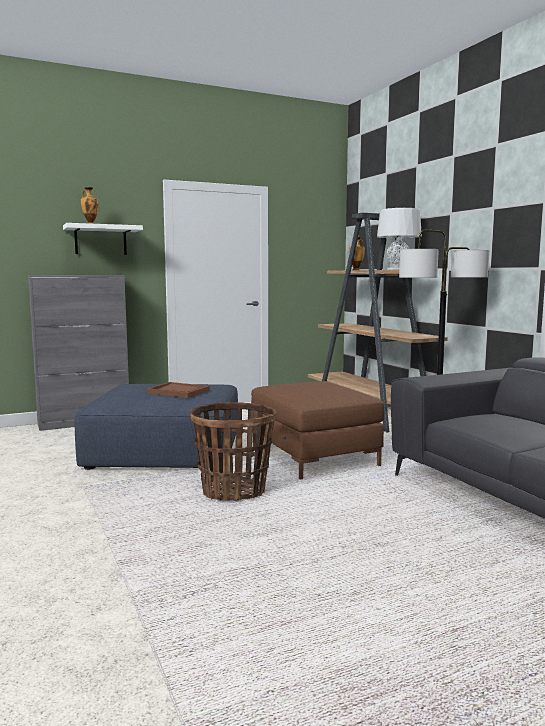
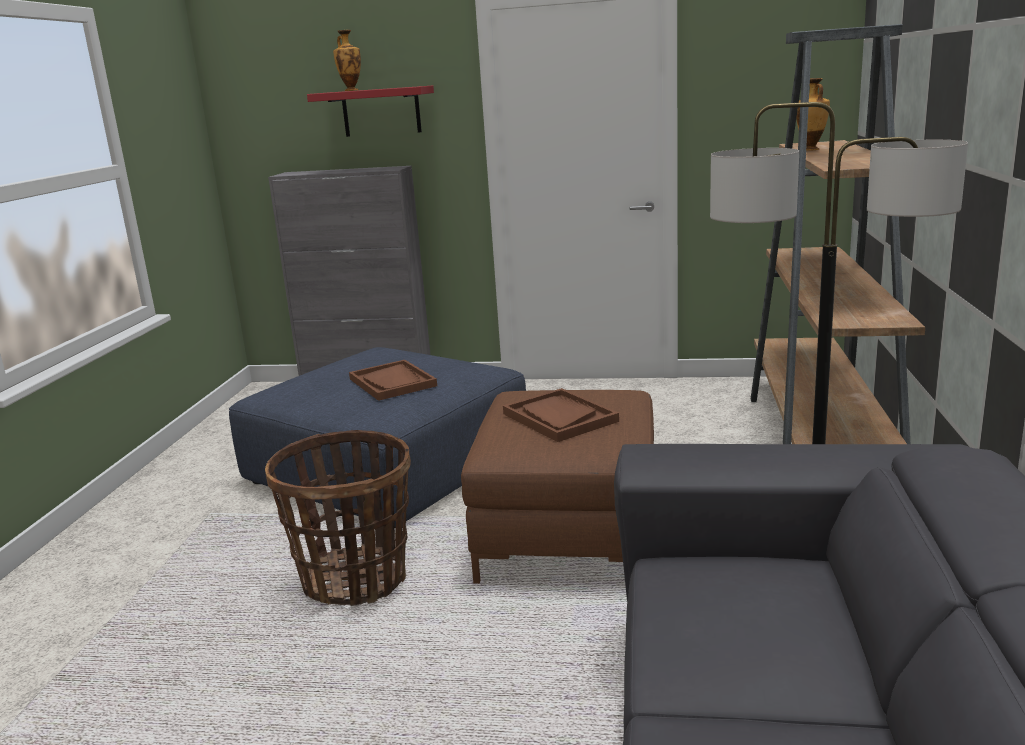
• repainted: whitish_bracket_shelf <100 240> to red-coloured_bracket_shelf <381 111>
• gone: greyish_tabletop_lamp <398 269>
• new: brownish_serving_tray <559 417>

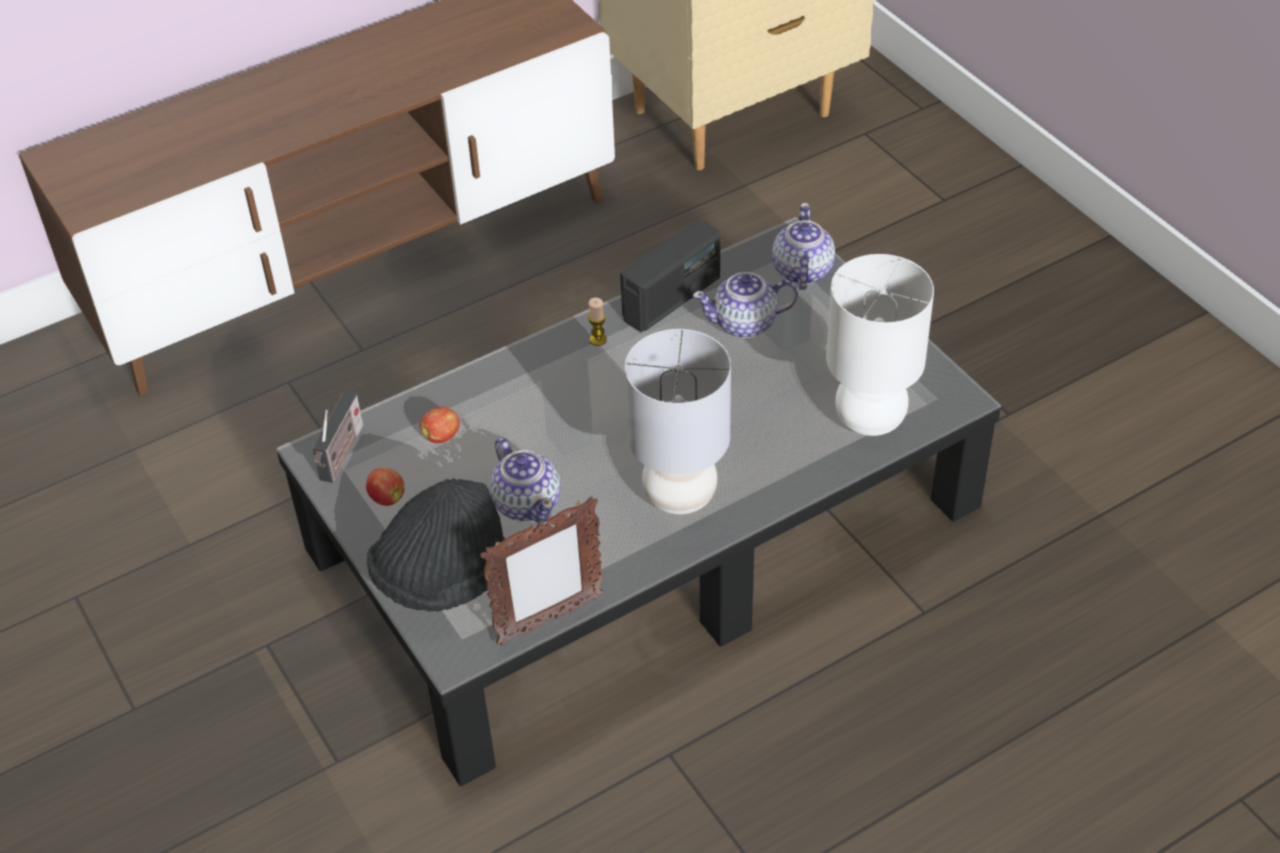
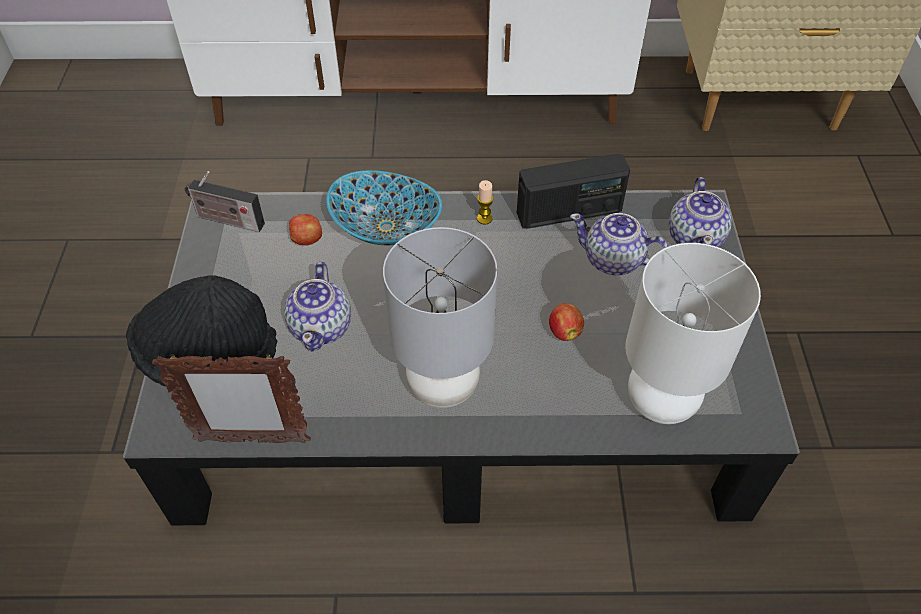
• rotated: radio_set <341 456> = <227 220> 60 degrees clockwise
• shifted: apple <386 497> to <564 331>
• rotated: teapot <801 271> = <695 237> 150 degrees clockwise
• new: bowl <386 226>

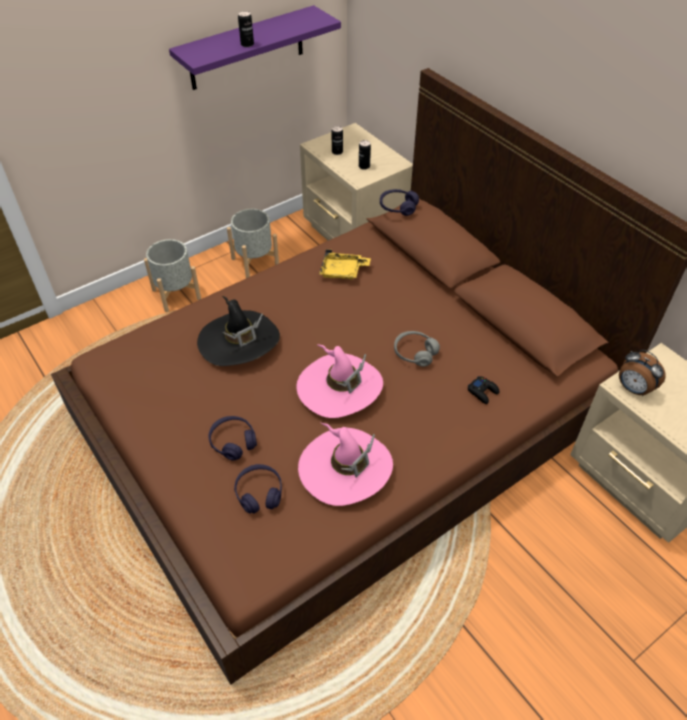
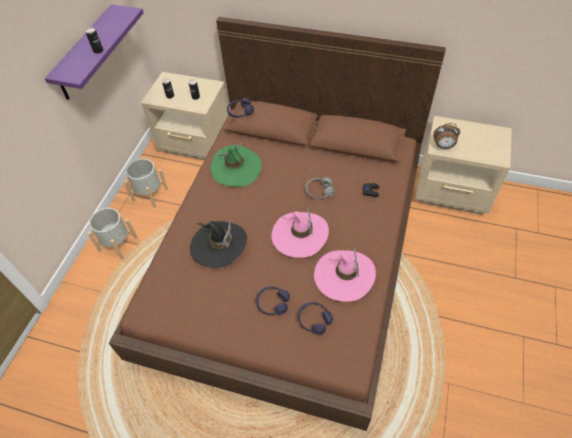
• swapped: yellow_serving_tray <342 271> to green_wearable_hat <236 168>

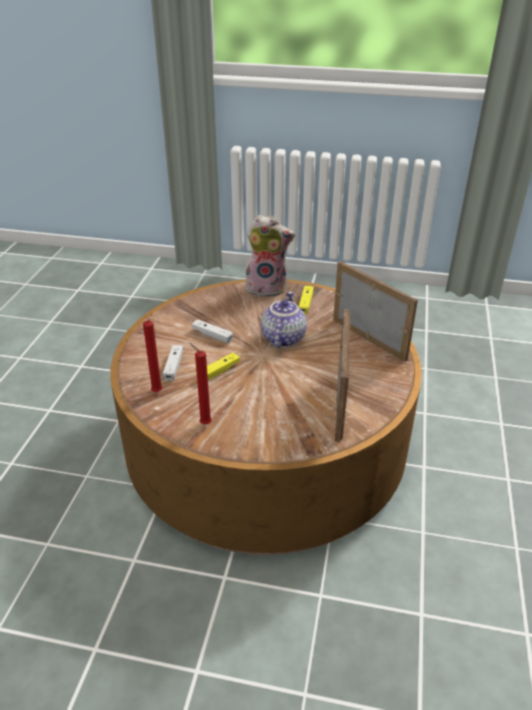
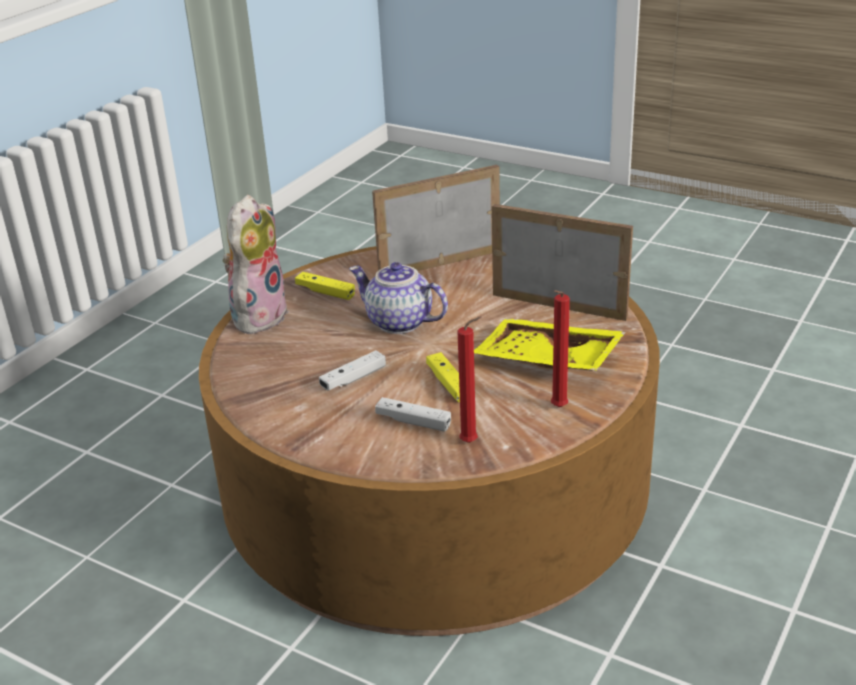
• new: yellow_serving_tray <546 361>

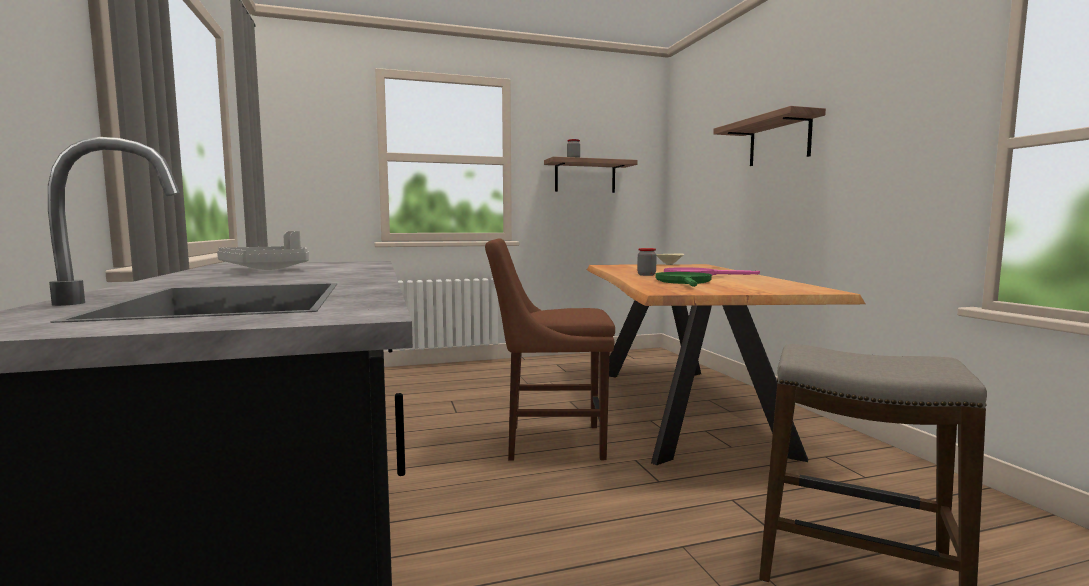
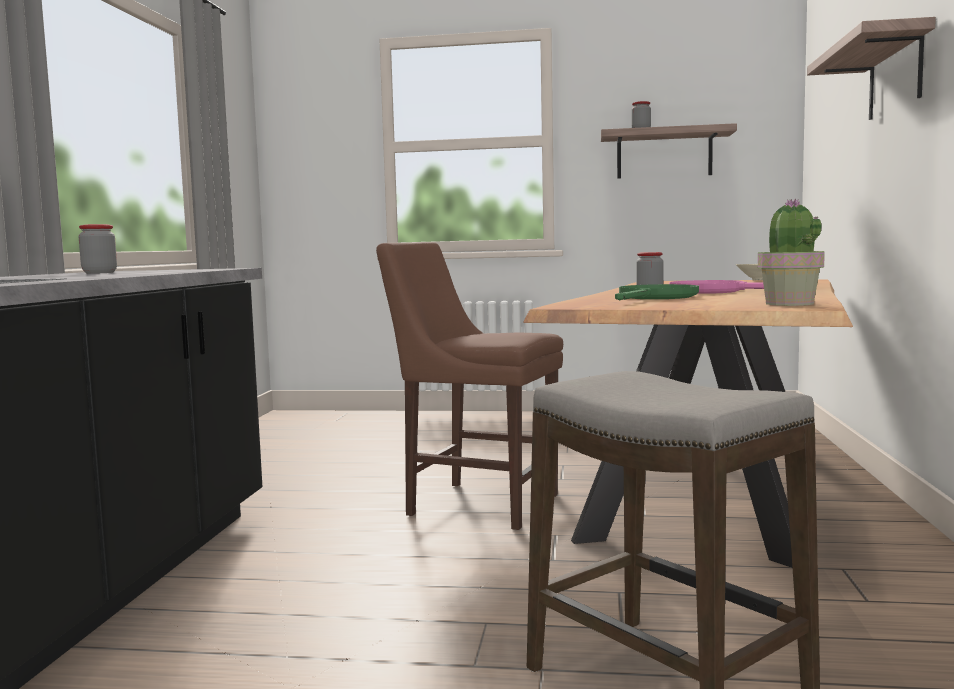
• swapped: greyish_serving_tray <268 269> to preserve_jar <99 273>
• new: potted_plant <789 304>

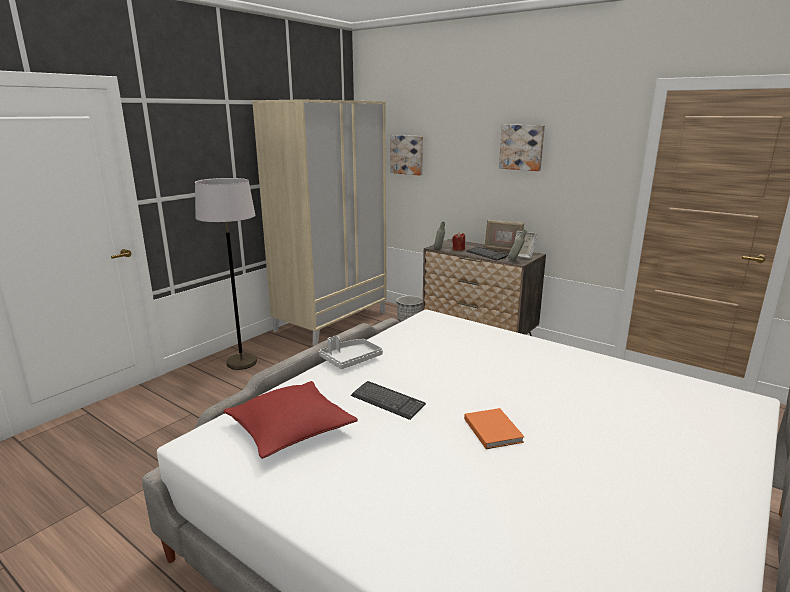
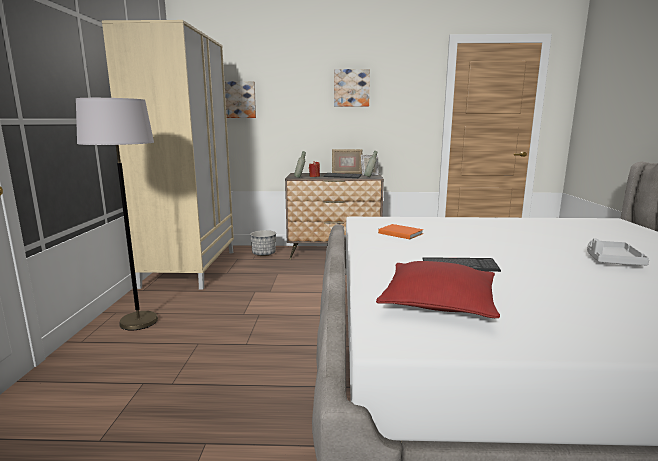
• shifted: greyish_serving_tray <350 360> to <611 260>
• shifted: orange_book <493 429> to <400 233>

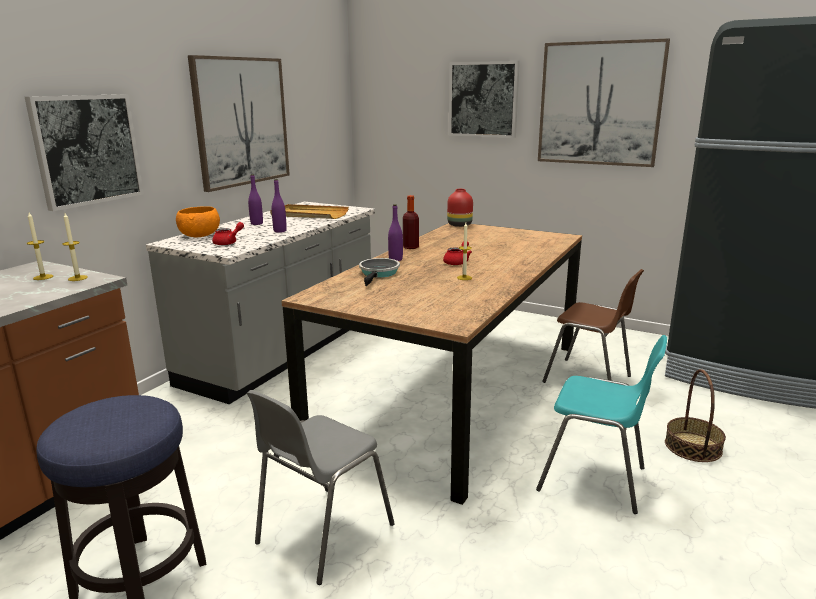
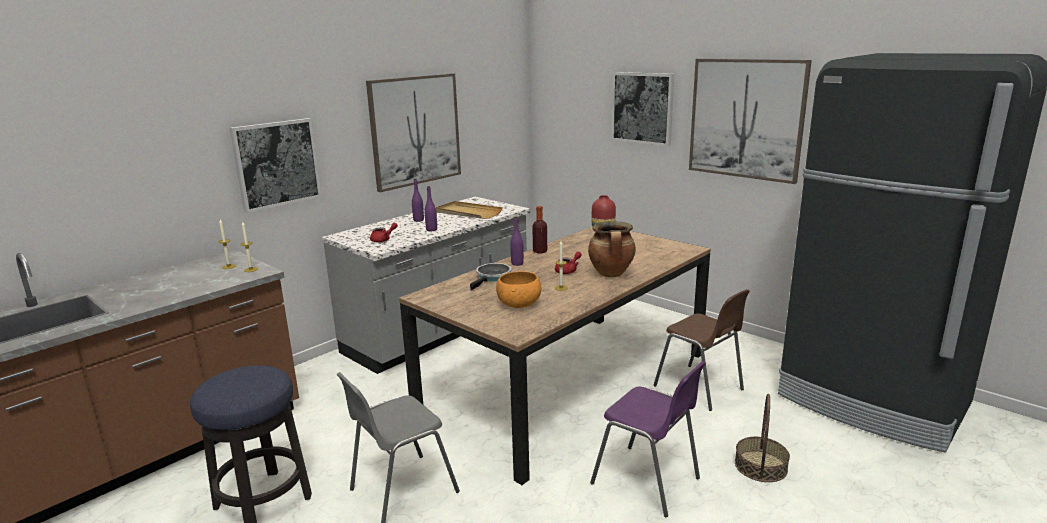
• shifted: orange_bowl <200 235> to <519 304>
• repainted: turquoise-coloured_chair <595 479> to purple-coloured_chair <648 482>
• new: stockpot <611 274>

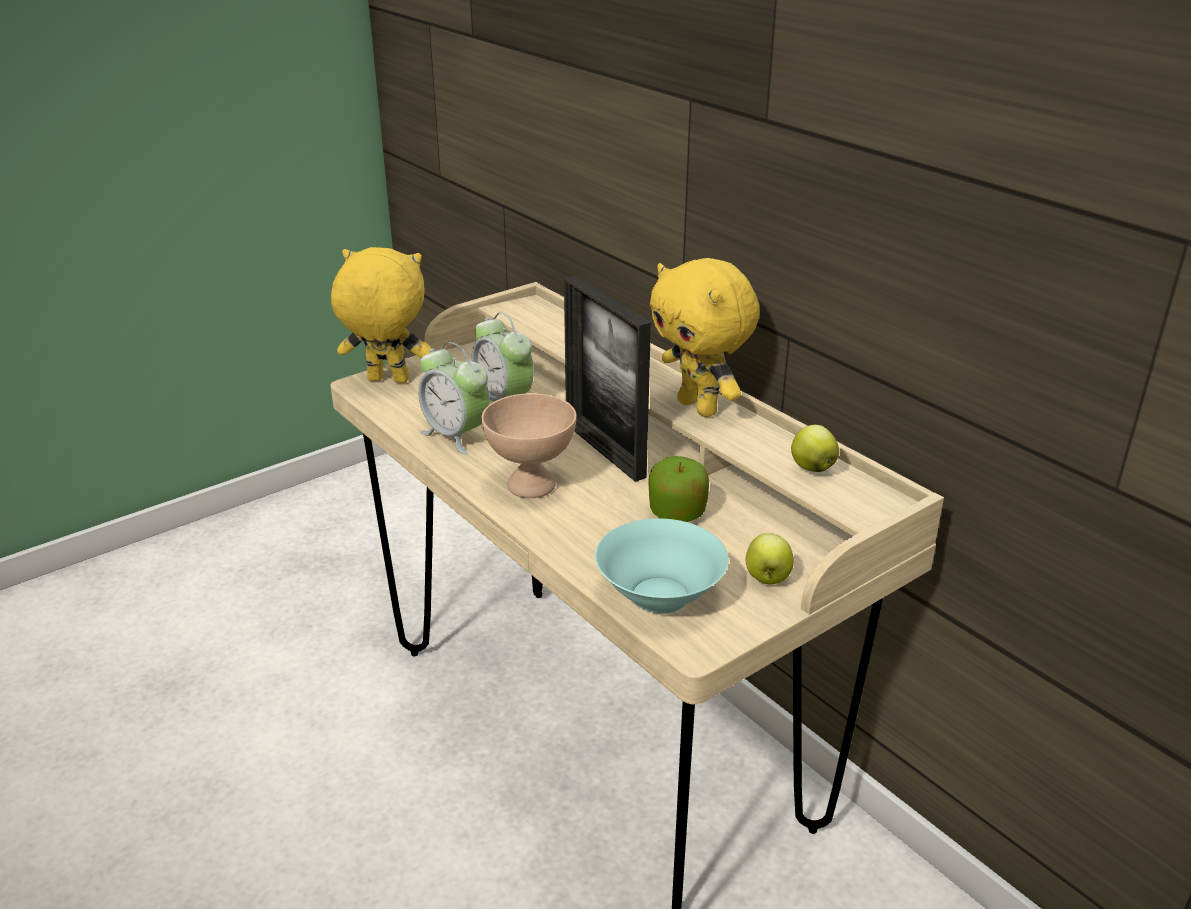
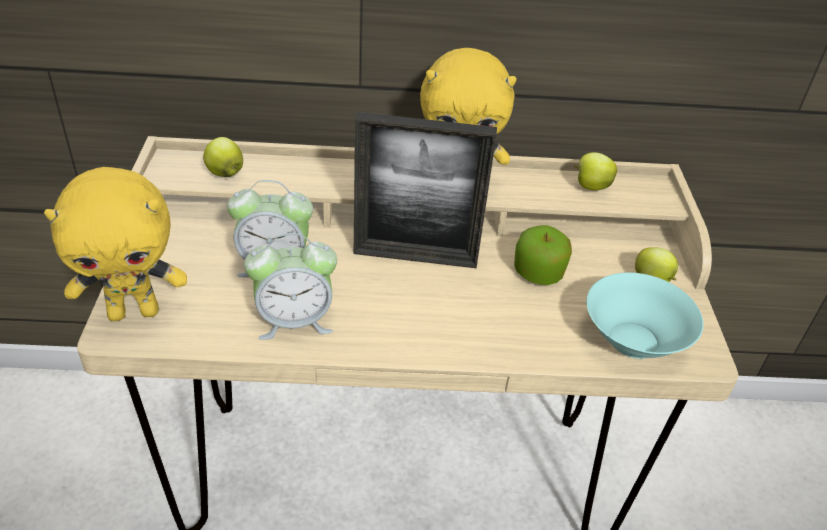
• rotated: yellow_soft_toy <387 381> = <134 311> 150 degrees counterclockwise
• gone: beige_bowl <529 485>
• new: apple <224 173>

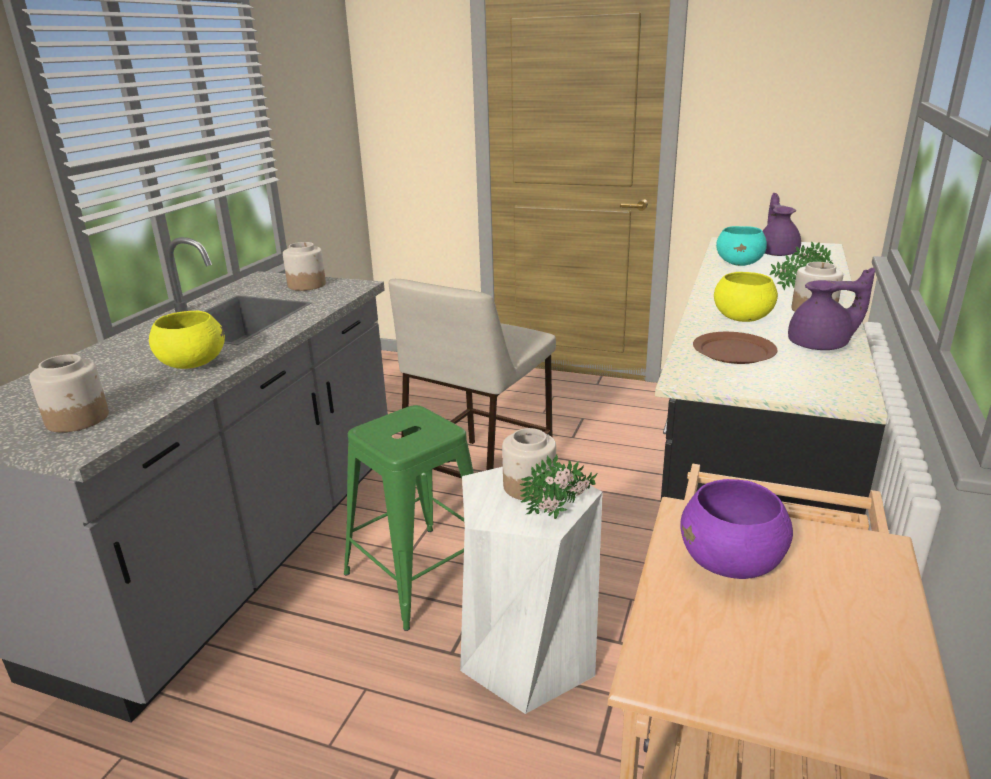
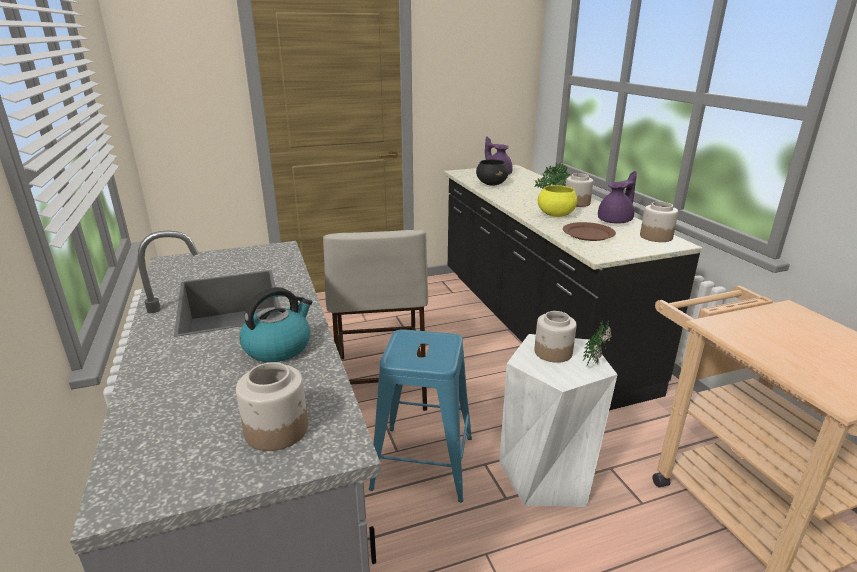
• swapped: yellow_bowl <192 364> to water_kettle <278 347>
• shifted: preserve_jar <307 285> to <655 237>
• repainted: green_stool_seat <419 576> to blue_stool_seat <423 463>
• gone: purple-coloured_bowl <731 563>
• repainted: turquoise-coloured_bowl <739 263> to blackish_bowl <491 184>

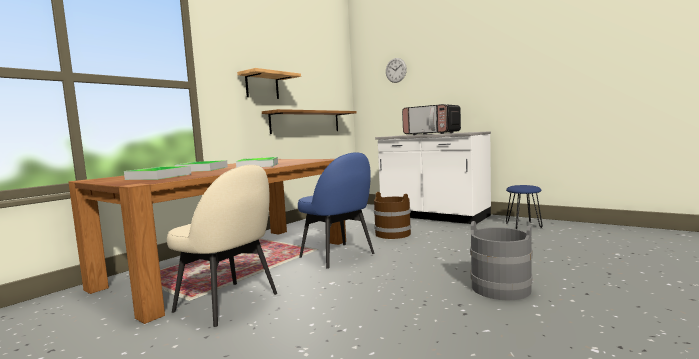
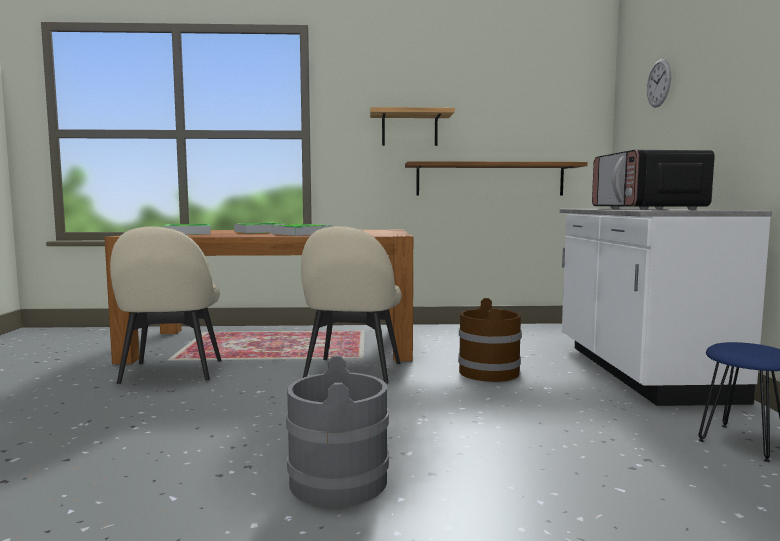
• repainted: blue_chair <338 256> to beige_chair <352 371>

